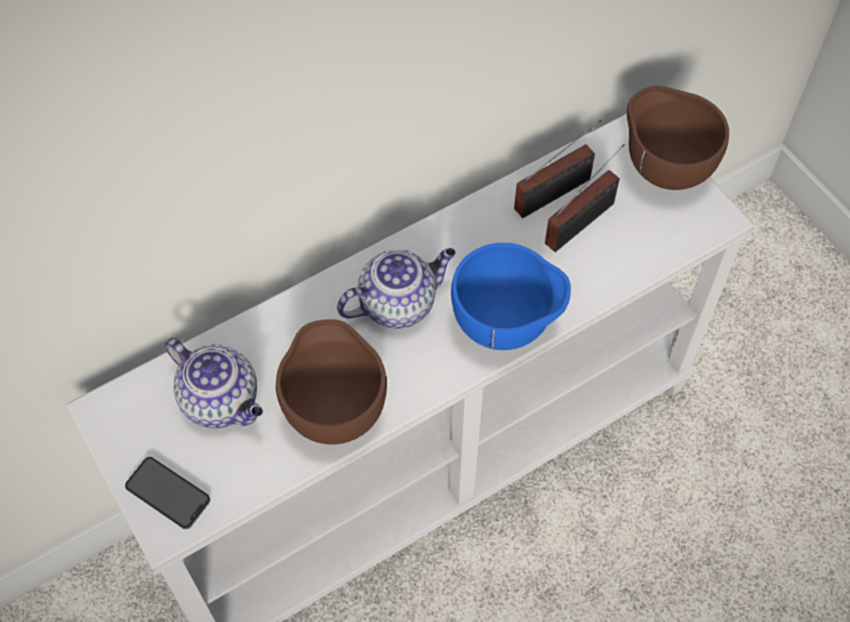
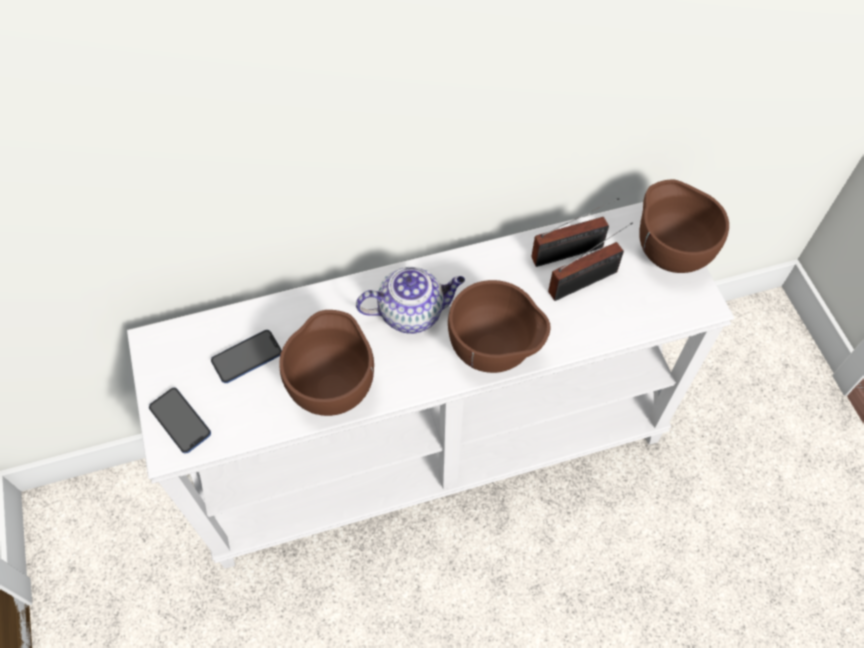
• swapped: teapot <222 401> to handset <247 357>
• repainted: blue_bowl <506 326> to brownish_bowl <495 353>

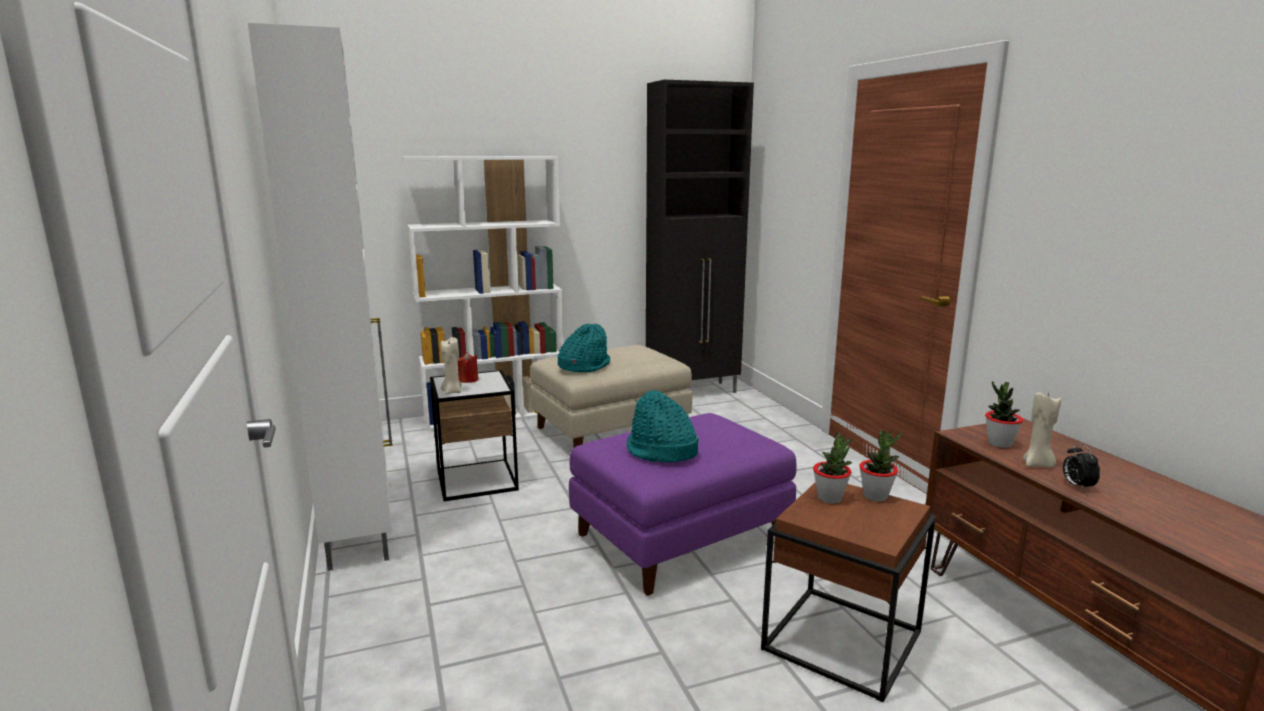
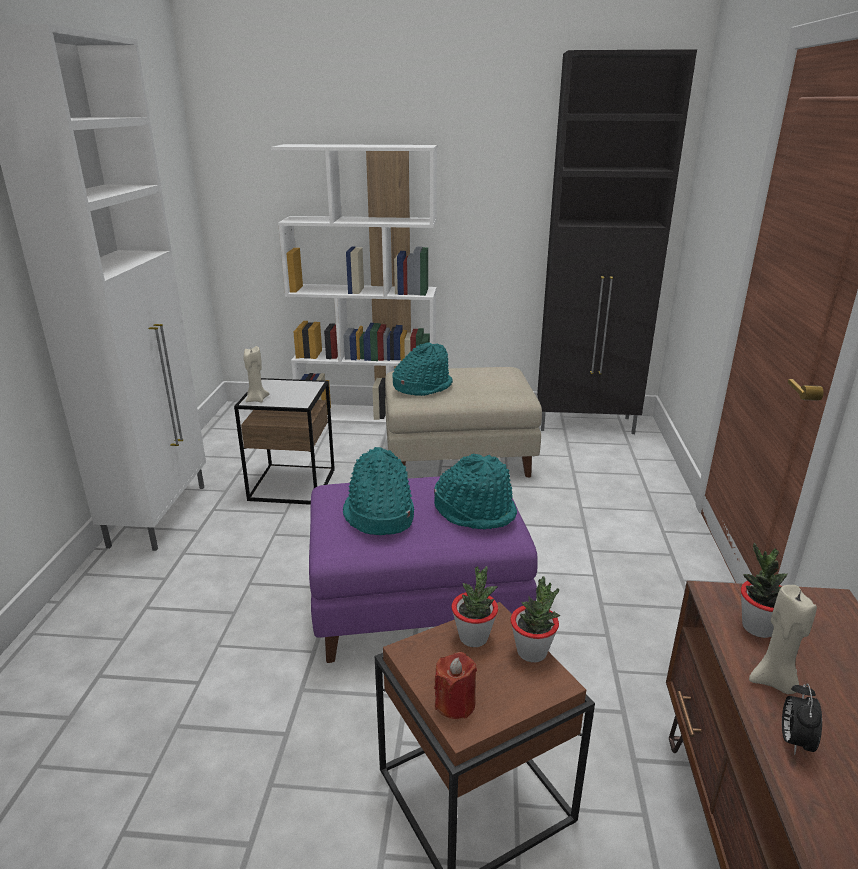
• shifted: red-coloured_wax_candle <468 380> to <455 703>
• new: turquoise-coloured_wearable_hat <475 511>

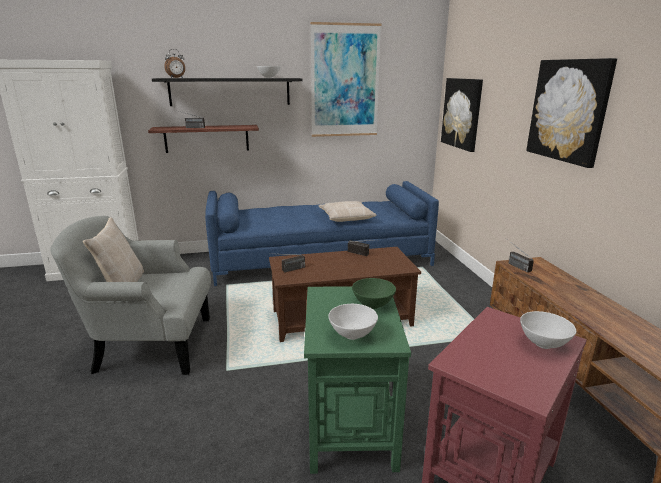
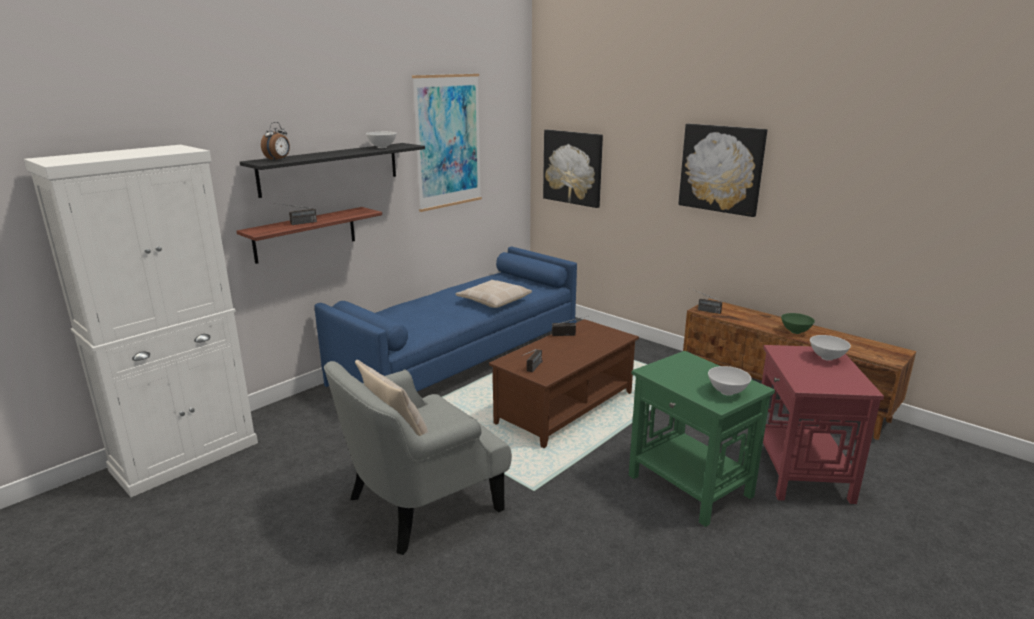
• shifted: green_bowl <373 305> to <795 332>

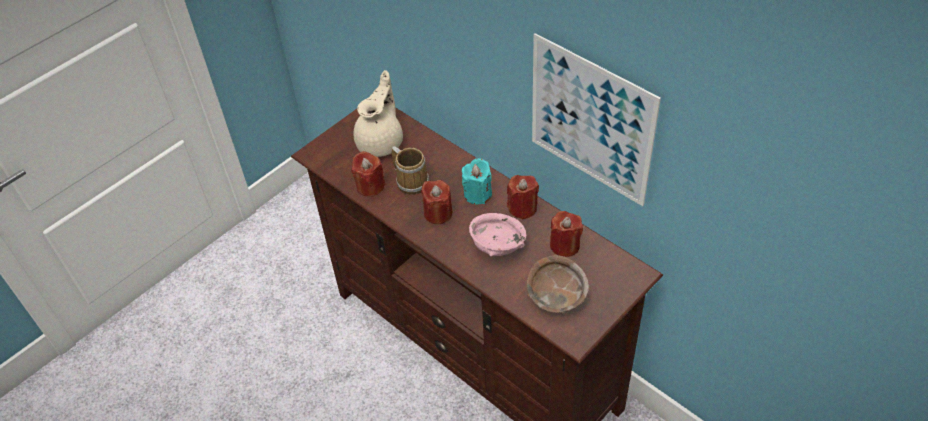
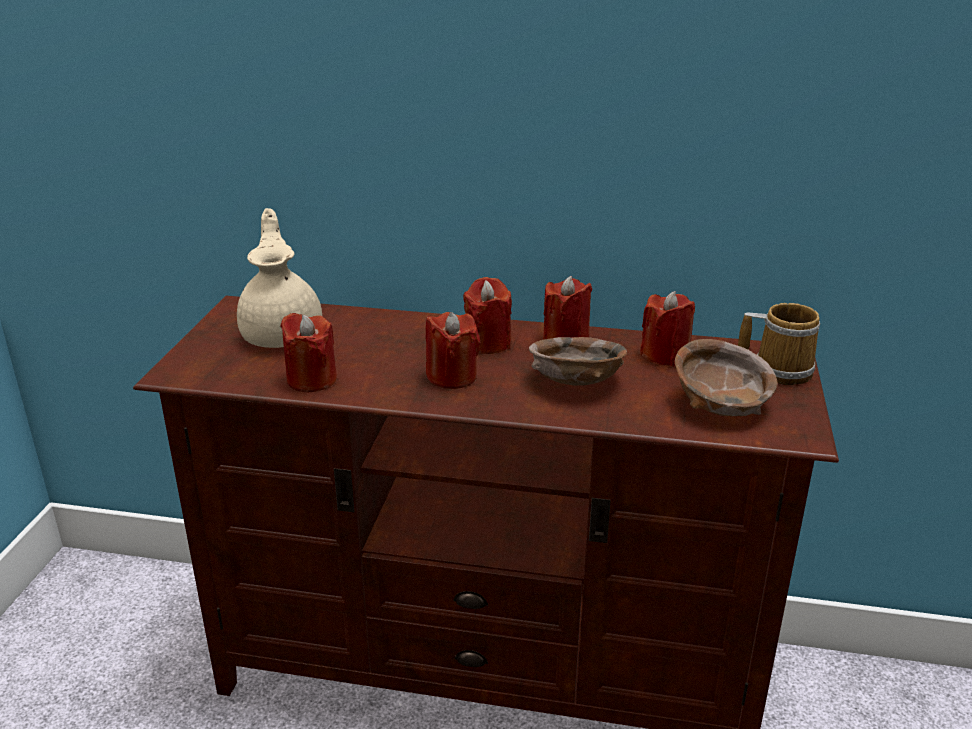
• shifted: coffee_mug <412 181> to <778 370>
• repainted: turquoise-coloured_wax_candle <477 194> to red-coloured_wax_candle <488 343>
• repainted: pink_bowl <497 245> to brownish_bowl <577 382>
• gone: wall_picture <590 121>

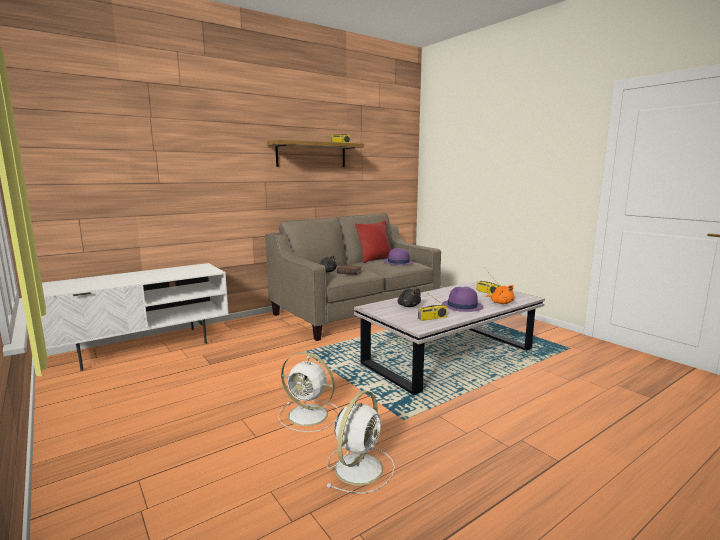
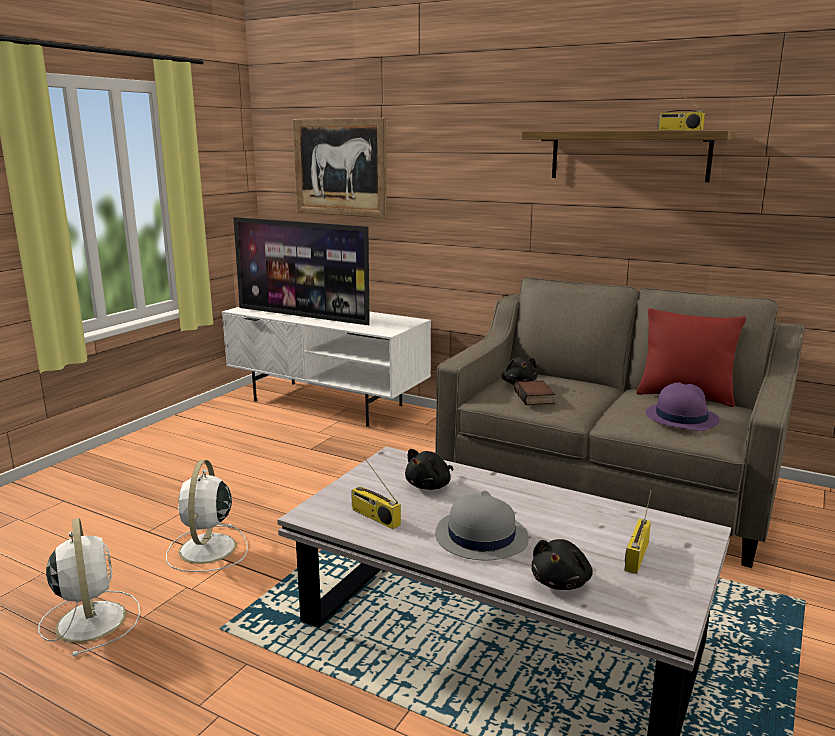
• rotated: whitish_fan <359 467> = <91 619> 120 degrees counterclockwise
• repainted: purple-coloured_wearable_hat <462 306> to greyish_wearable_hat <480 537>
• repainted: orange_soft_toy <501 303> to blackish_soft_toy <561 582>
• new: TV_set <303 316>
• new: wall_picture <340 167>

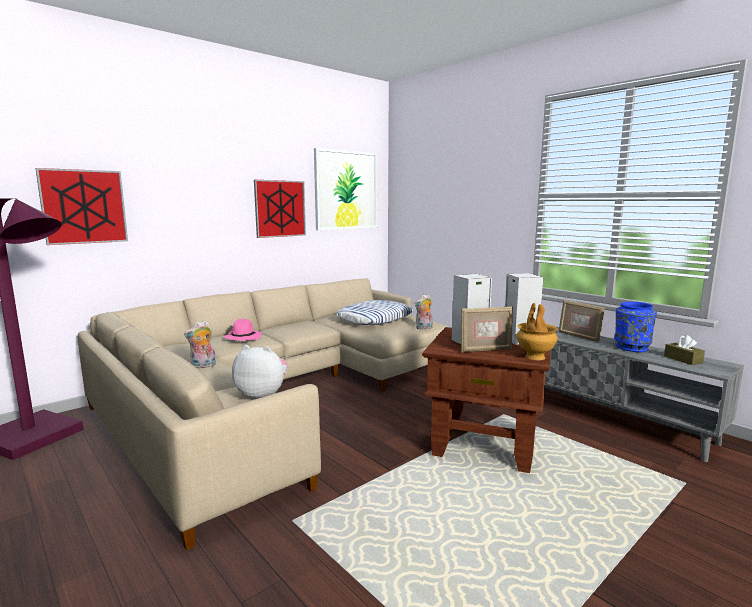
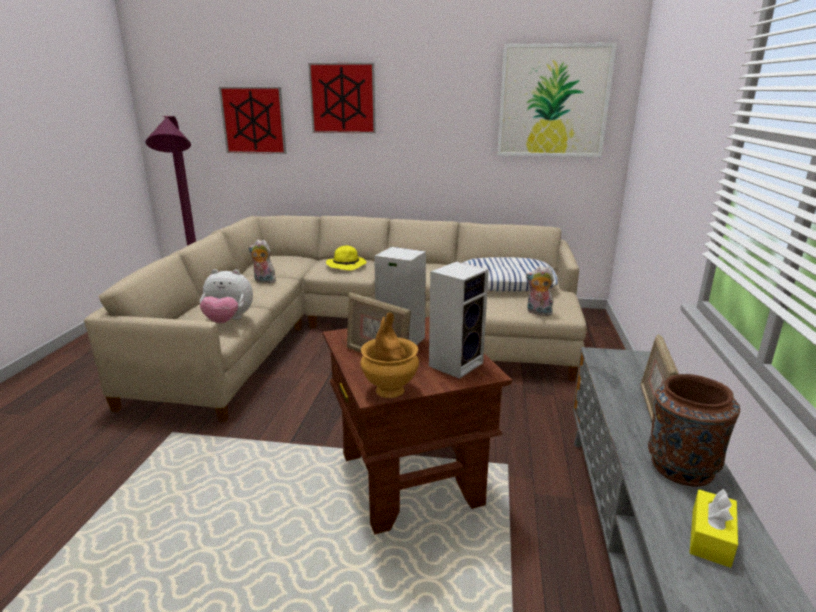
• repainted: pink_wearable_hat <243 337> to yellow_wearable_hat <347 265>
• rotated: soft_toy <263 395> = <228 321> 120 degrees clockwise
• shifted: wall_picture <280 208> to <342 98>
• repainted: blue_vase <631 348> to brownish_vase <680 467>
• repainted: brownish_box_of_tissues <683 359> to yellow_box_of_tissues <710 537>

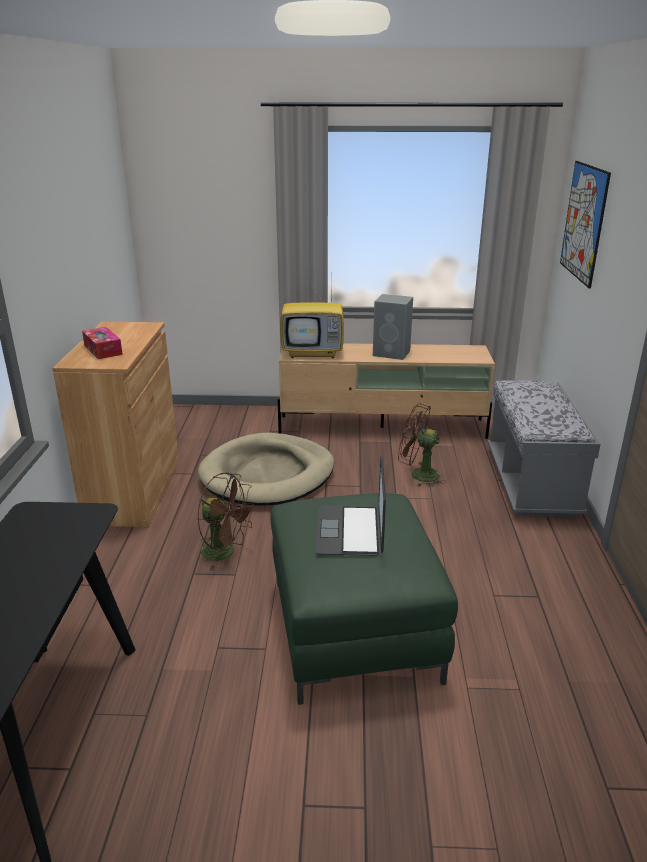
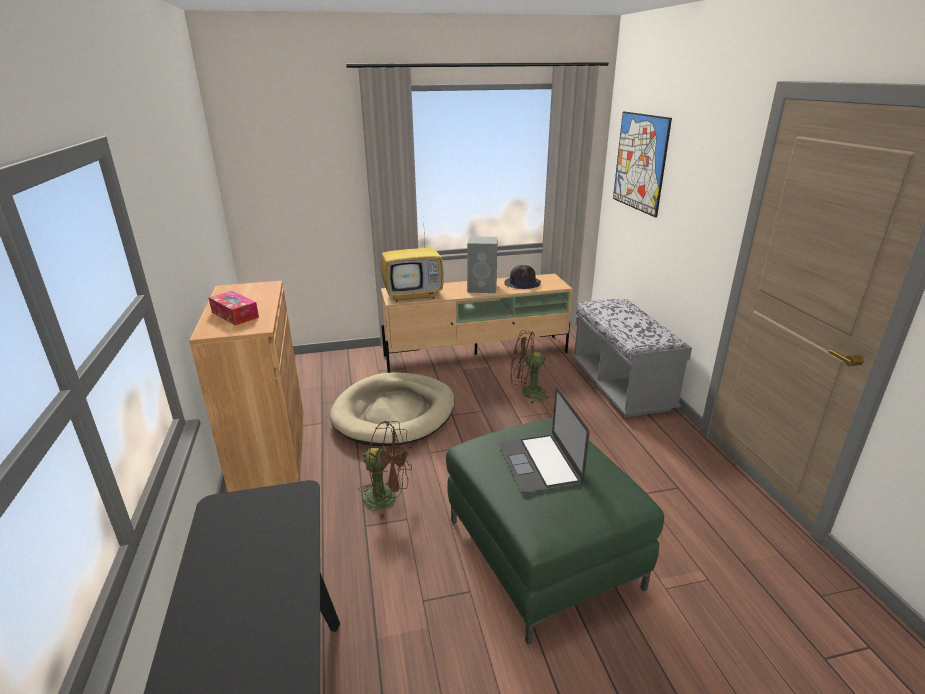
• new: blackish_wearable_hat <522 283>

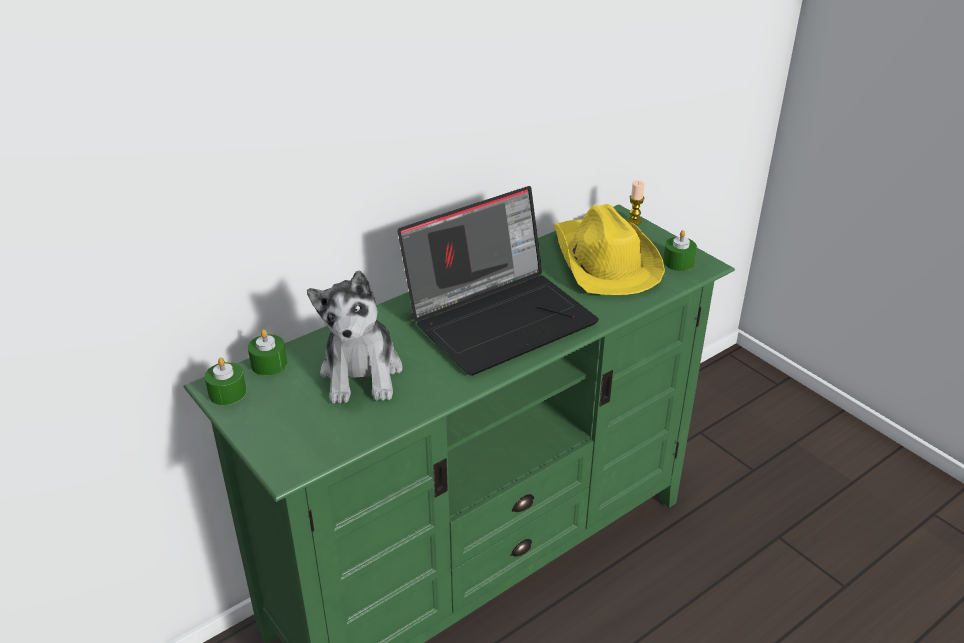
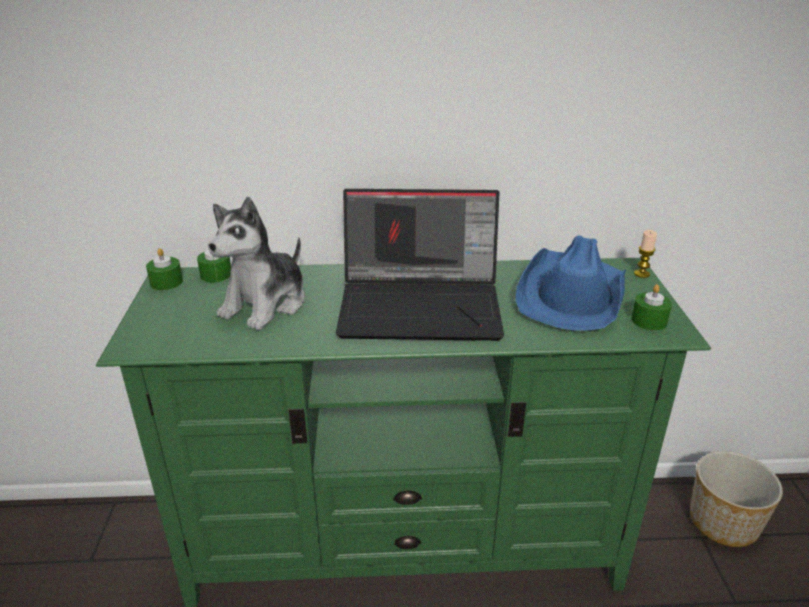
• repainted: yellow_wearable_hat <603 260> to blue_wearable_hat <572 294>
• new: flower_pot <724 522>

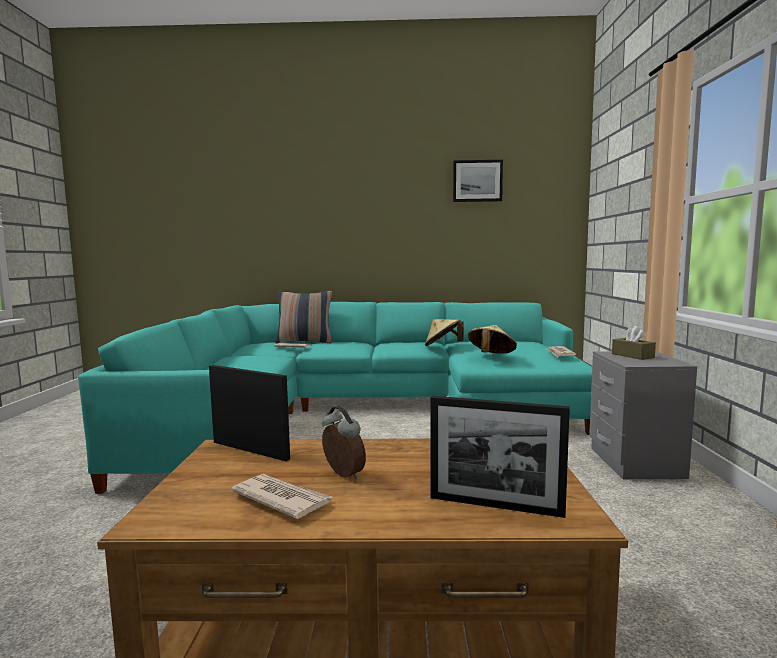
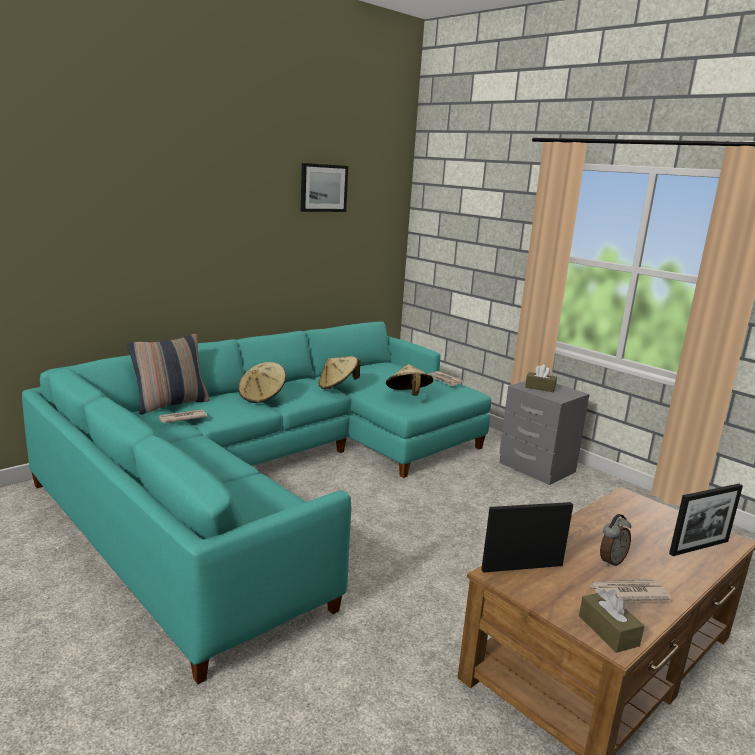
• rotated: alarm_clock <342 475> = <610 561> 135 degrees clockwise
• new: beige_wearable_hat <262 397>
• new: brownish_box_of_tissues <608 631>

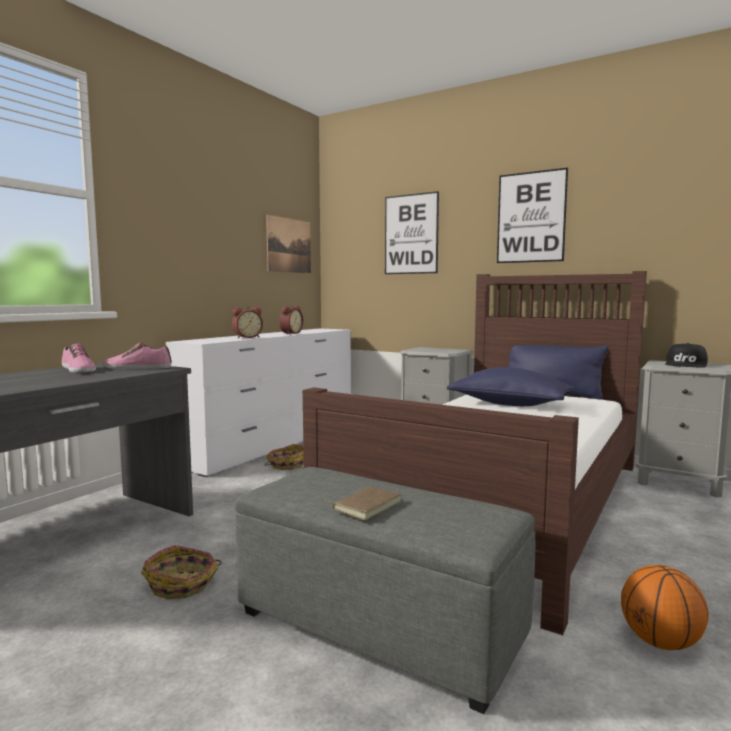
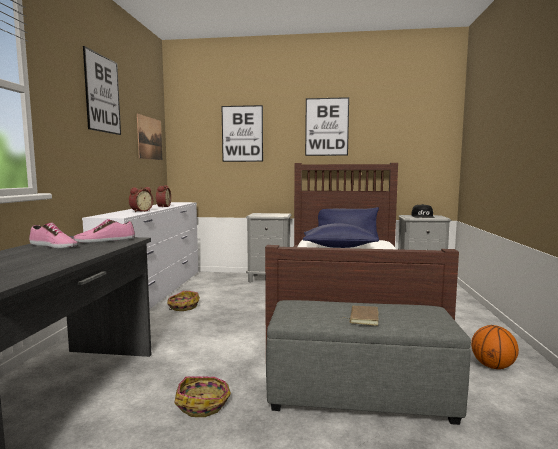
• new: wall_picture <102 94>

